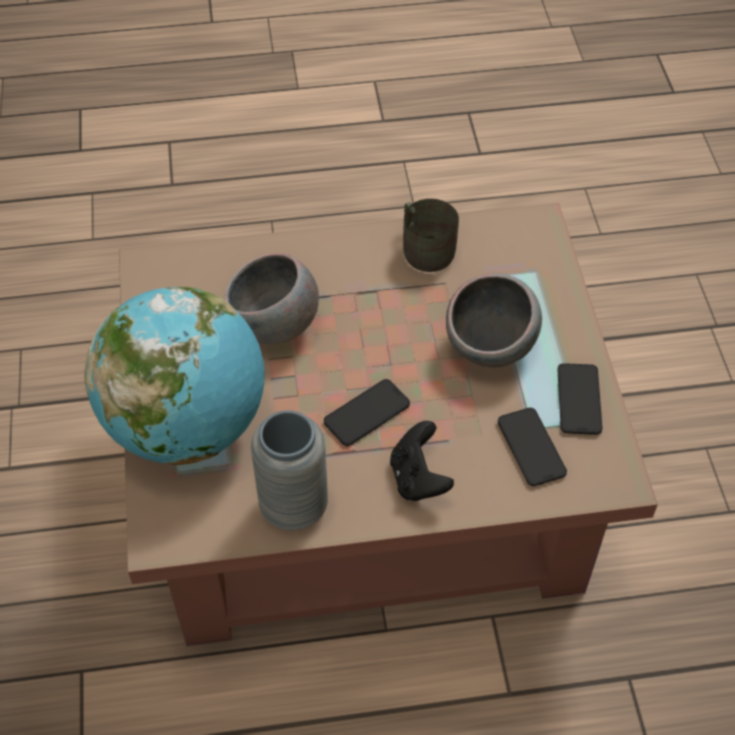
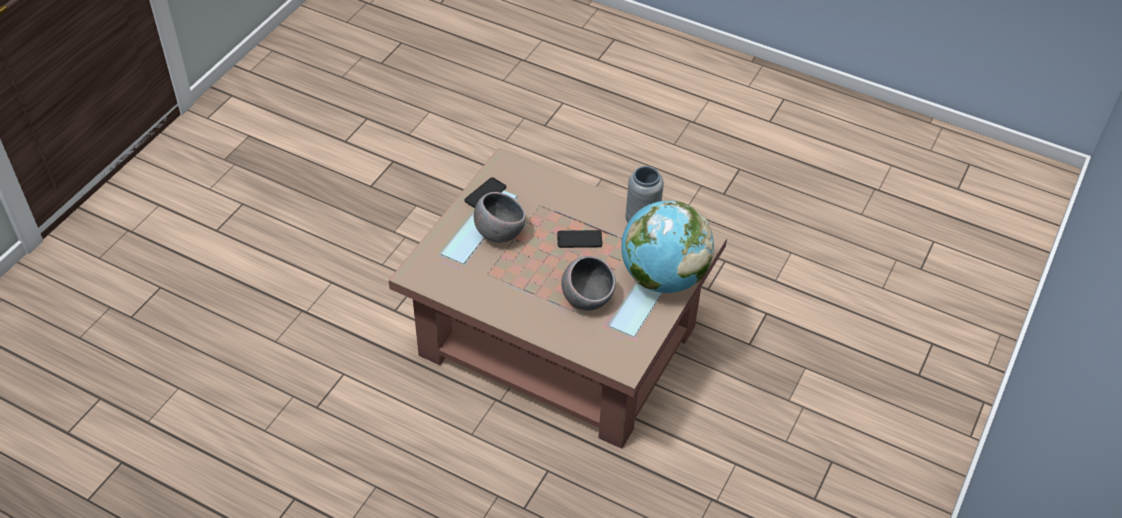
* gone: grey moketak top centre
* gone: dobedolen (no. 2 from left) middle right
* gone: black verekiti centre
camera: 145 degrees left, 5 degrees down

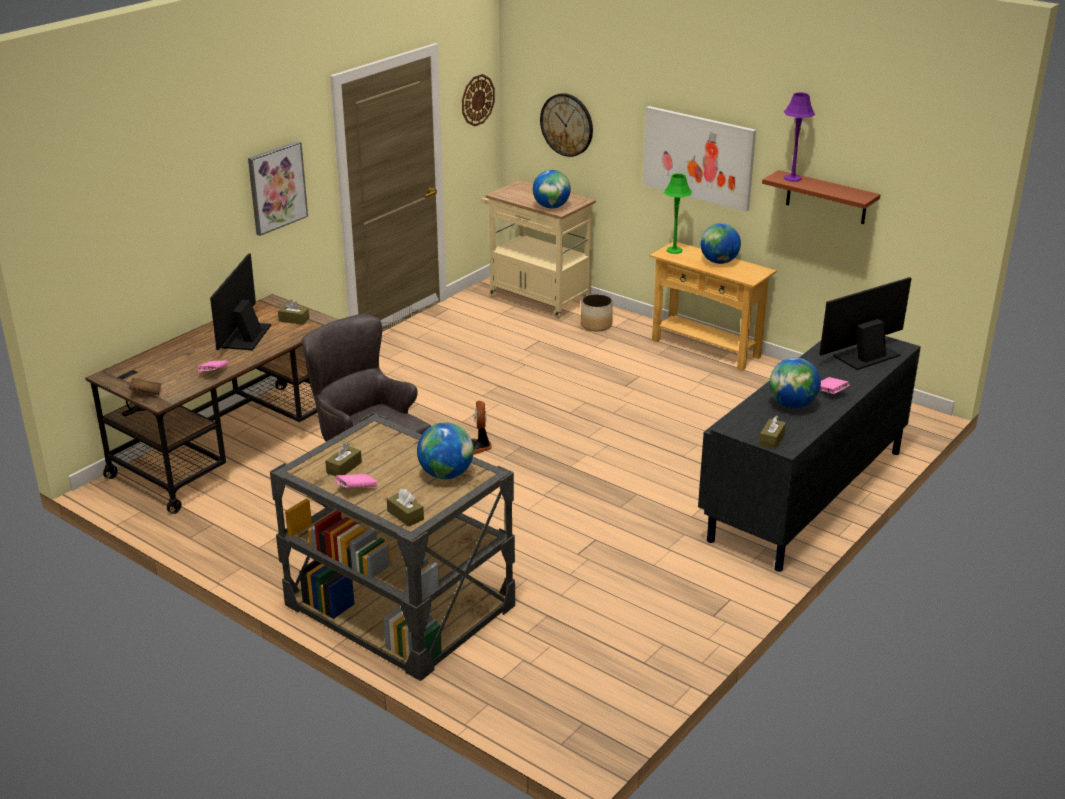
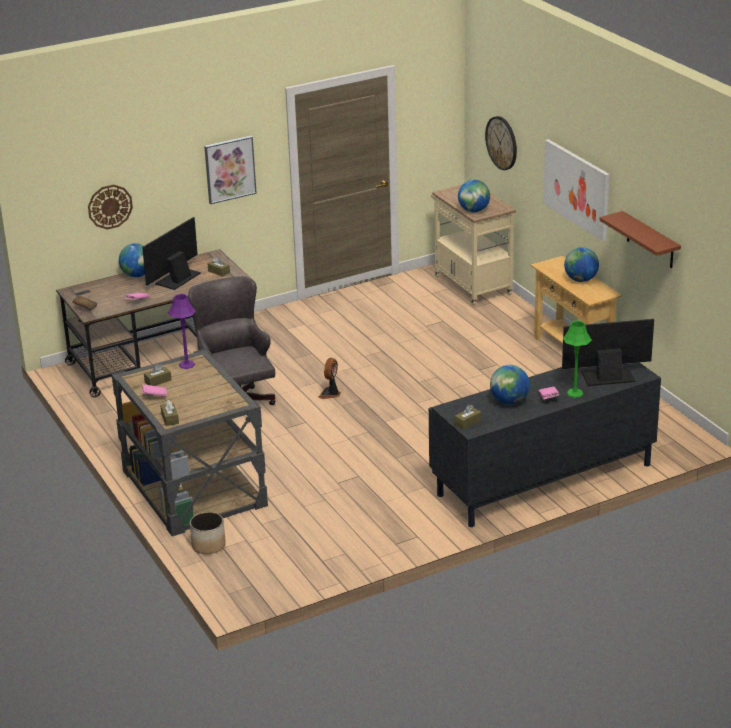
* shifted: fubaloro (no. 1 from left) top centre to top left
* shifted: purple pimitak top right to middle left
* shifted: green pimitak top centre to middle right
* shifted: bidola centre to bottom left
* shifted: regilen (no. 1 from left) centre to middle left
camera: 25 degrees right, 0 degrees up

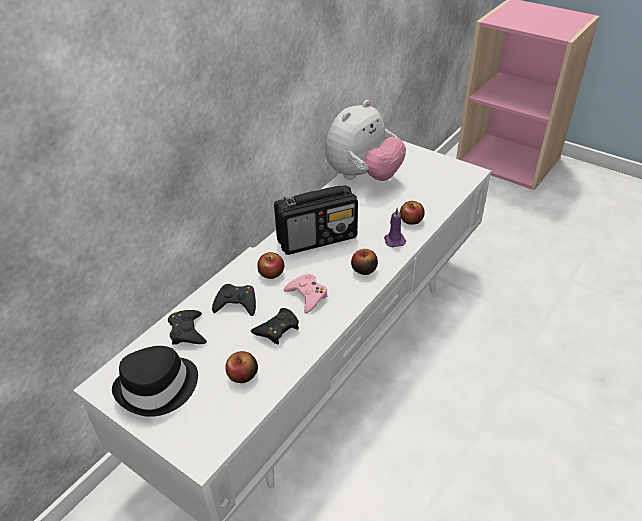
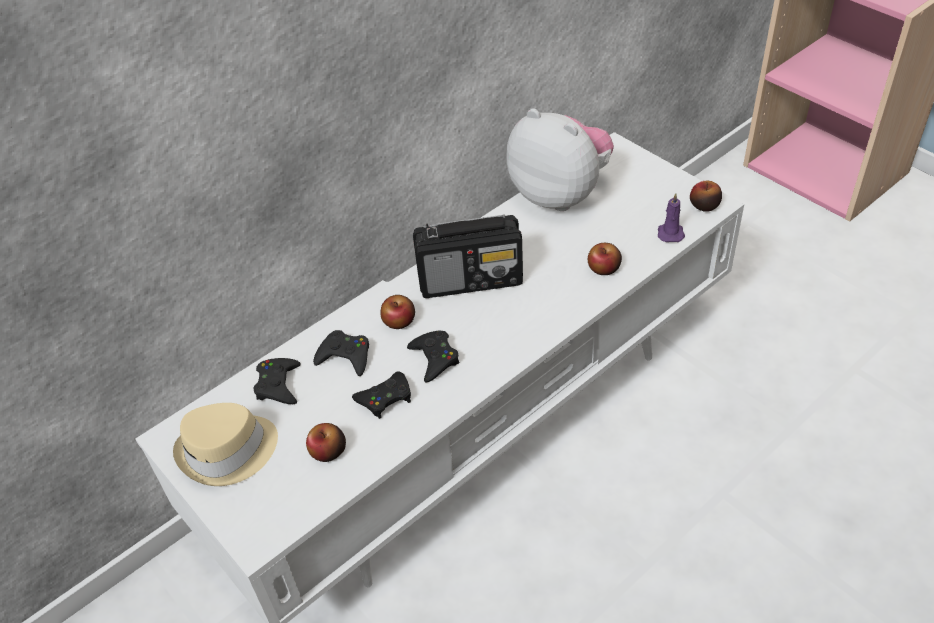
* rotated: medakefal top centre = top centre 105 degrees counterclockwise
* shifted: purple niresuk centre to middle right
* shifted: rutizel (no. 3 from left in the first image) centre to rutizel (no. 4 from left) top right
* repainted: pink verekiti centre to black verekiti (no. 4 from left) centre
* repainted: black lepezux bottom left to beige lepezux bottom left
camera: 15 degrees right, 5 degrees up

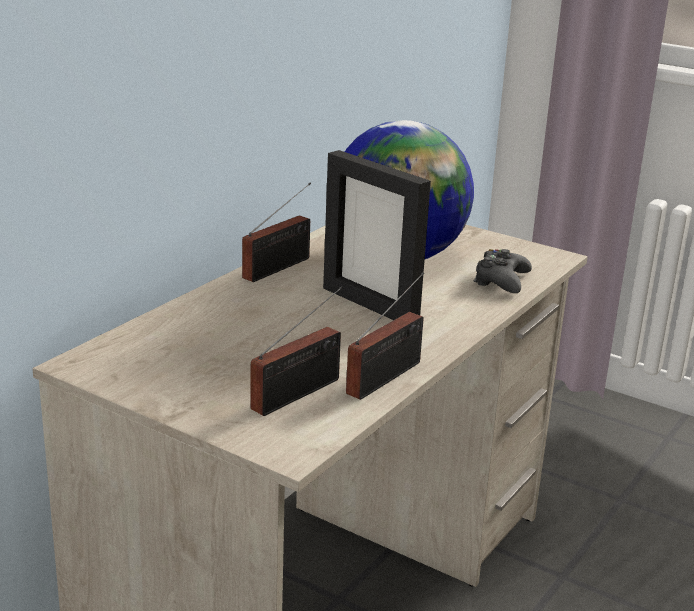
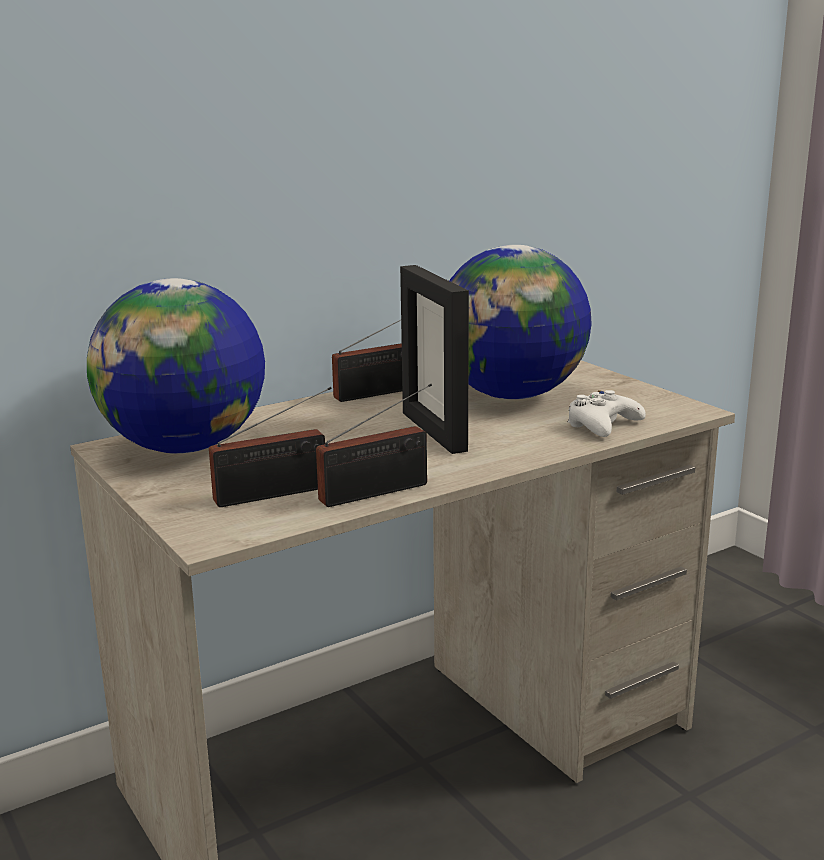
* repainted: black verekiti middle right to white verekiti middle right
* new: regilen (no. 1 from left) middle left
camera: 25 degrees right, 5 degrees down

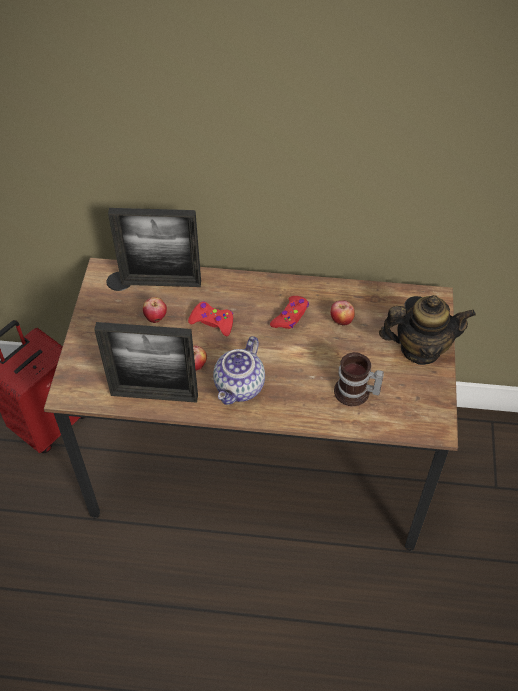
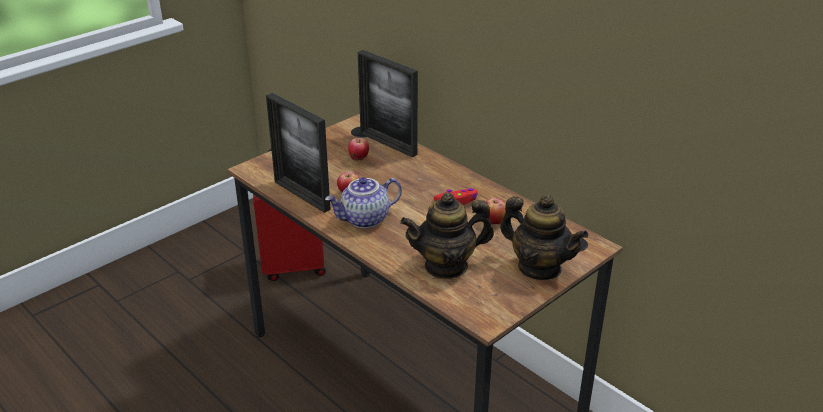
* gone: red verekiti (no. 1 from left) centre
* swapped: moketak middle right to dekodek (no. 2 from left) centre
camera: 40 degrees right, 20 degrees down

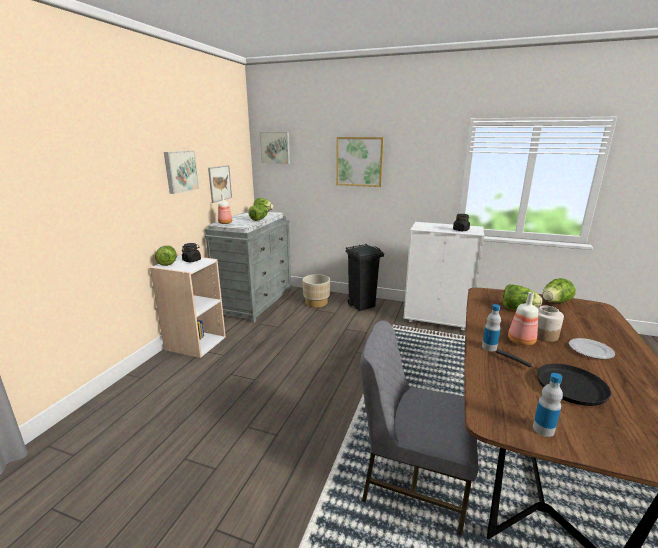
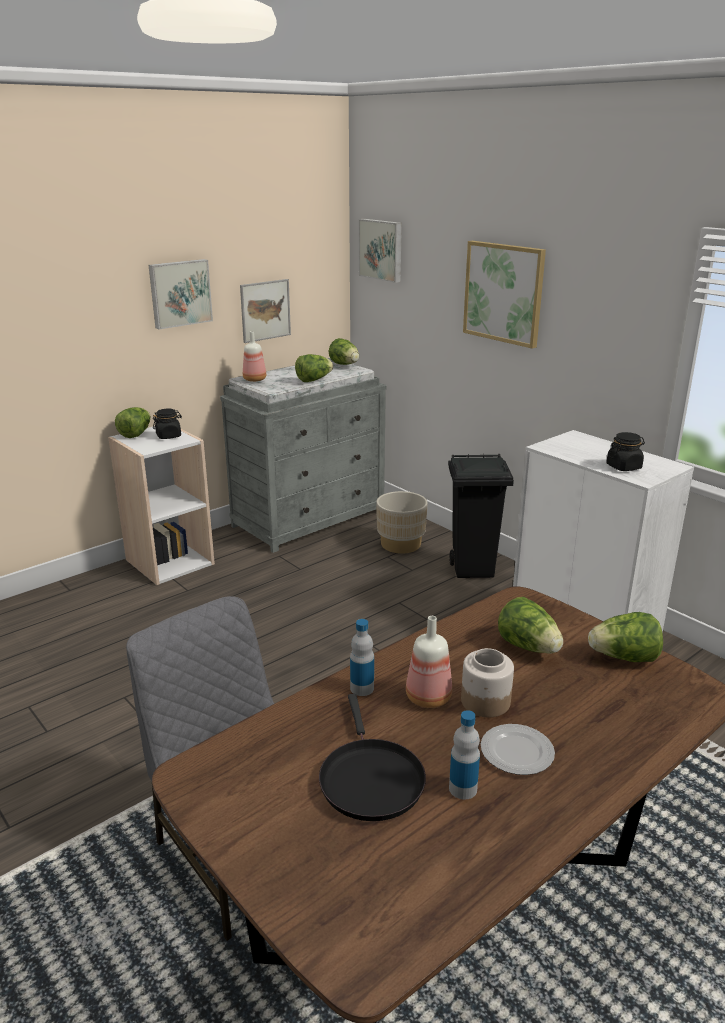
* shifted: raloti (no. 4 from left) bottom right to bottom centre
camera: 30 degrees right, 5 degrees up

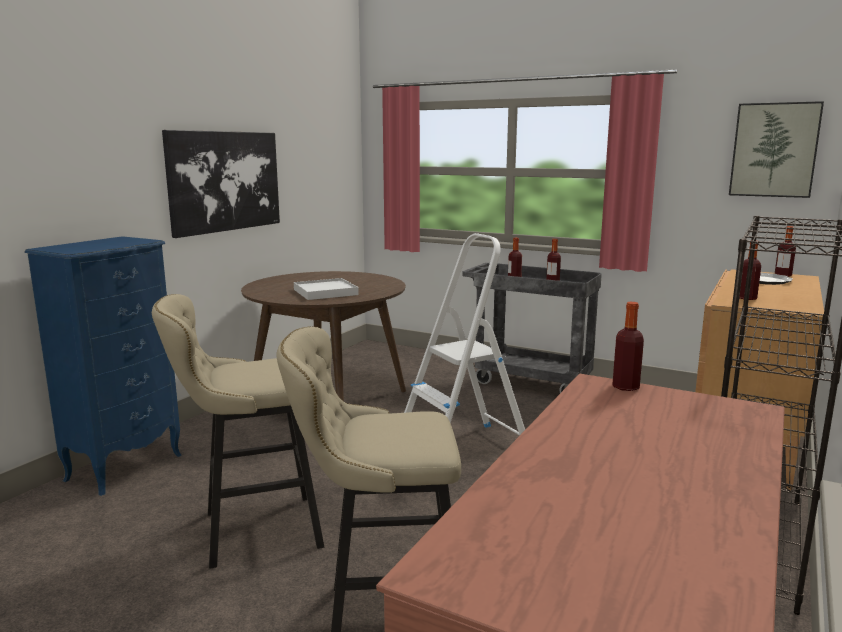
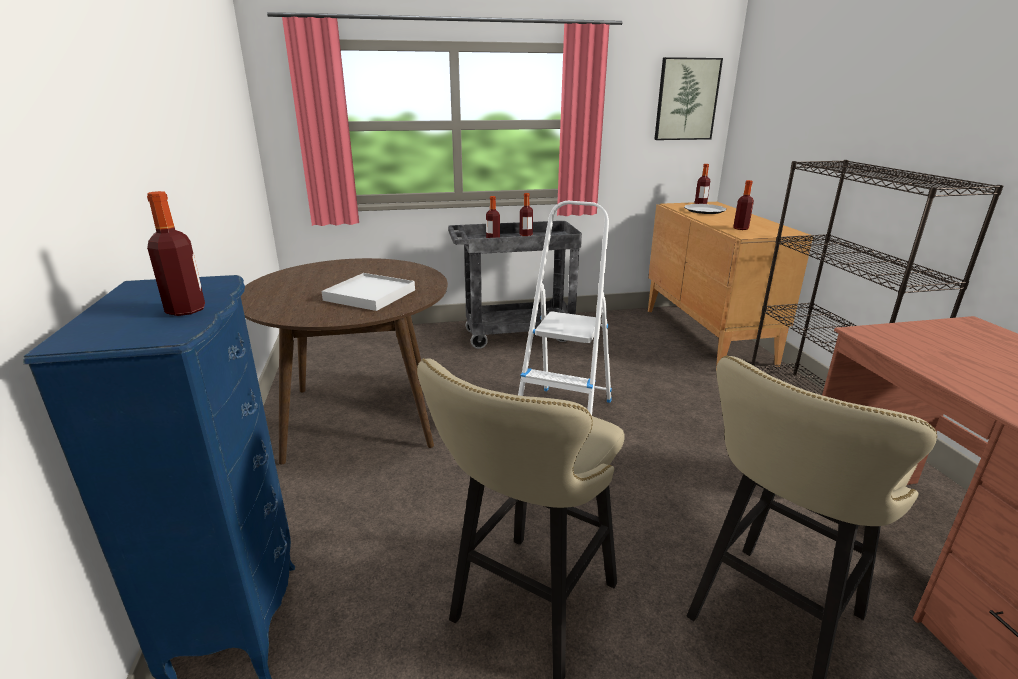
* gone: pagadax (no. 1 from left) top left
* shifted: raloti (no. 3 from left in the first image) middle right to raloti (no. 1 from left) middle left
camera: 40 degrees left, 10 degrees up

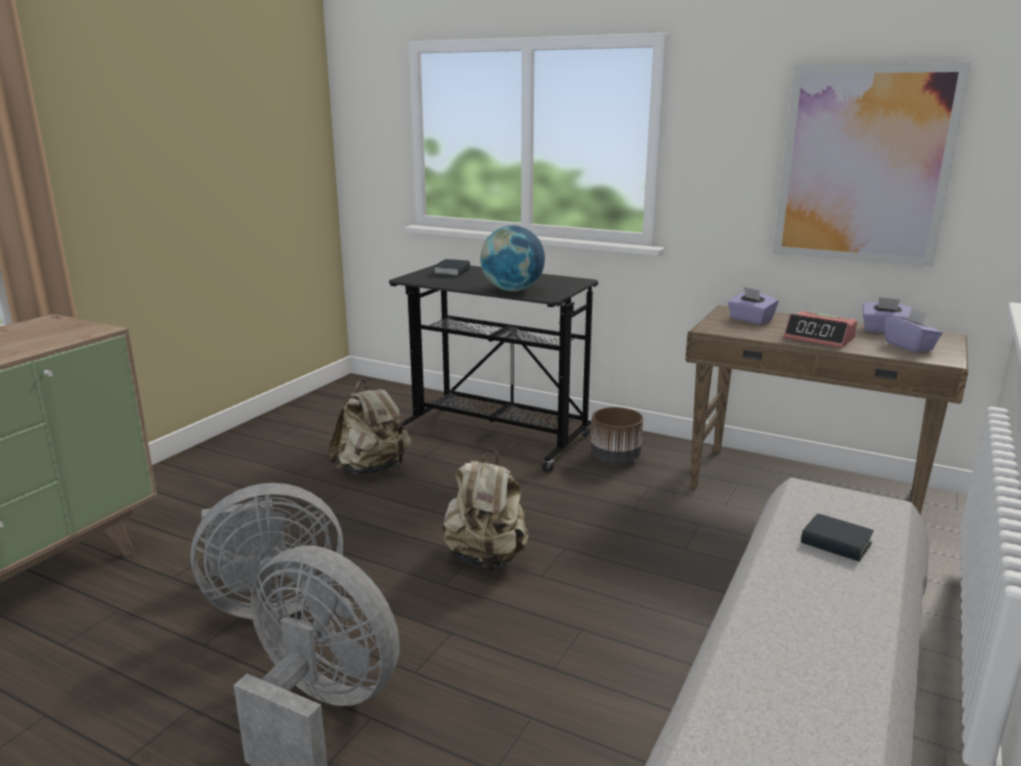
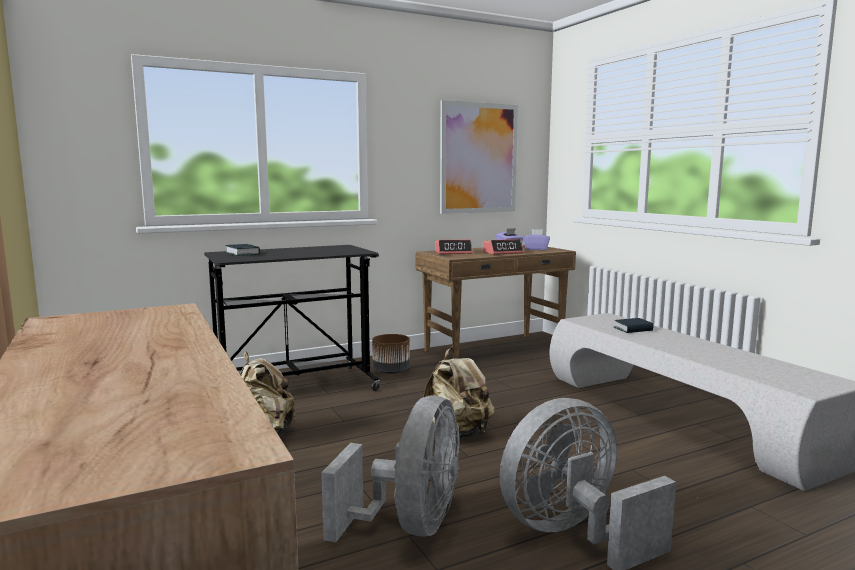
* gone: regilen centre
* swapped: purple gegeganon (no. 1 from left) middle right to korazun (no. 1 from left) centre
camera: 55 degrees left, 10 degrees down

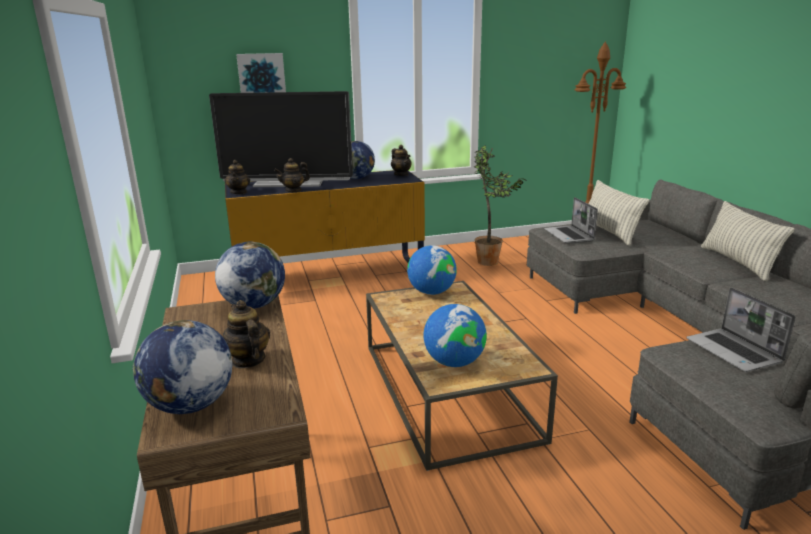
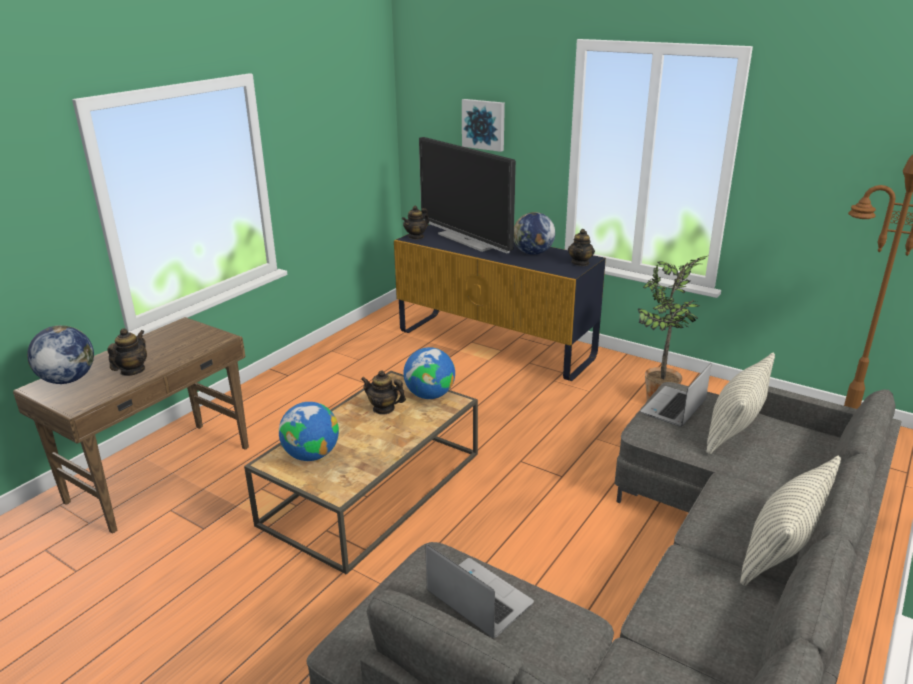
* shifted: dekodek (no. 3 from left in the first image) top centre to dekodek (no. 2 from left) centre
* gone: regilen (no. 2 from left) middle left
* rotated: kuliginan (no. 2 from left in the first image) middle right = bottom centre 105 degrees clockwise
camera: 50 degrees right, 5 degrees up

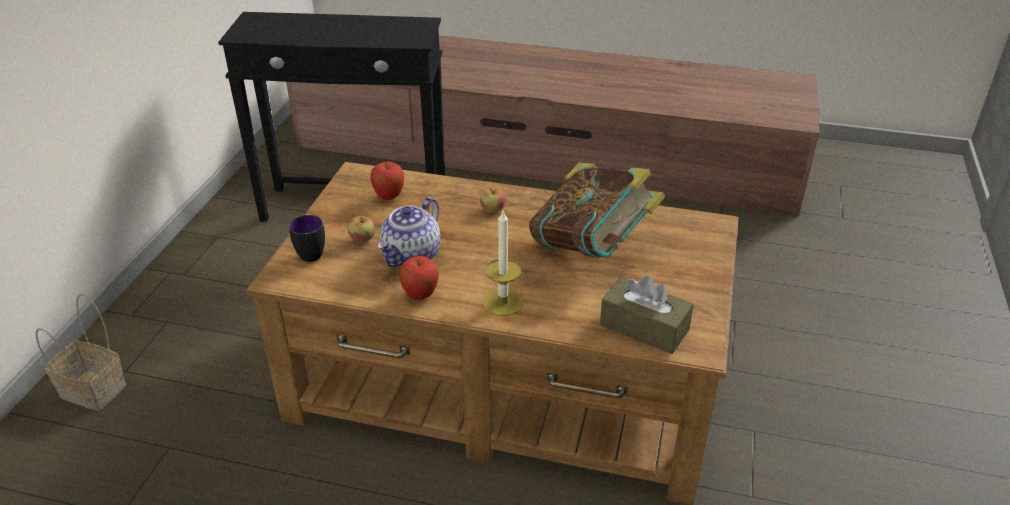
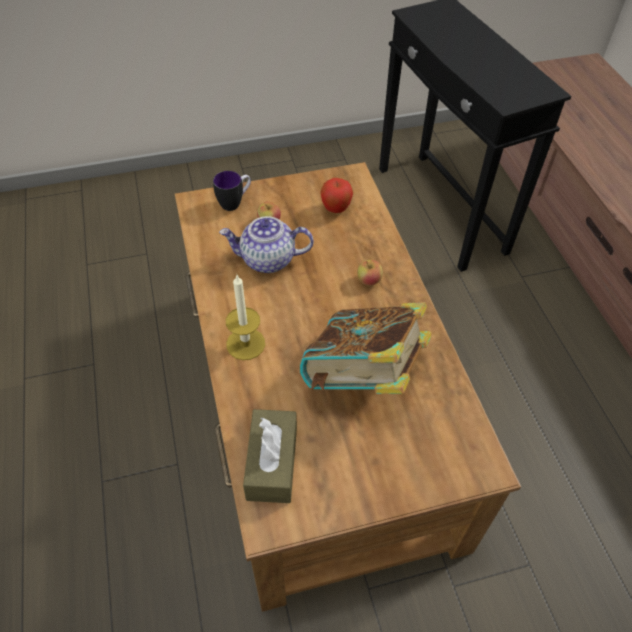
* gone: rutizel (no. 3 from left) centre
* gone: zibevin bottom left
camera: 60 degrees right, 15 degrees up

